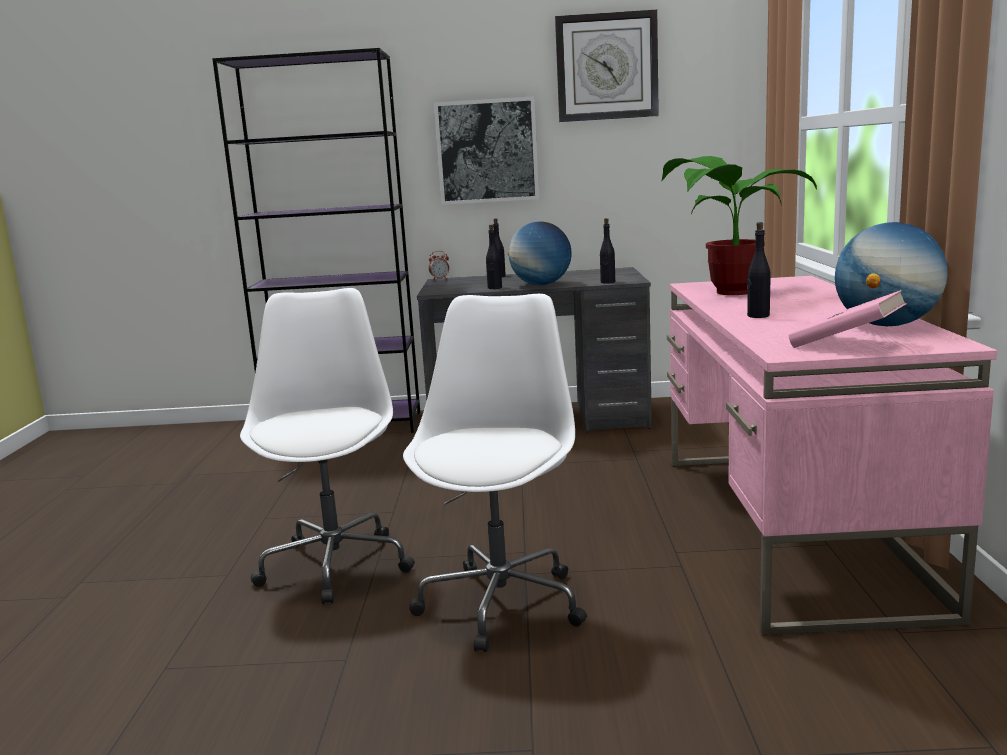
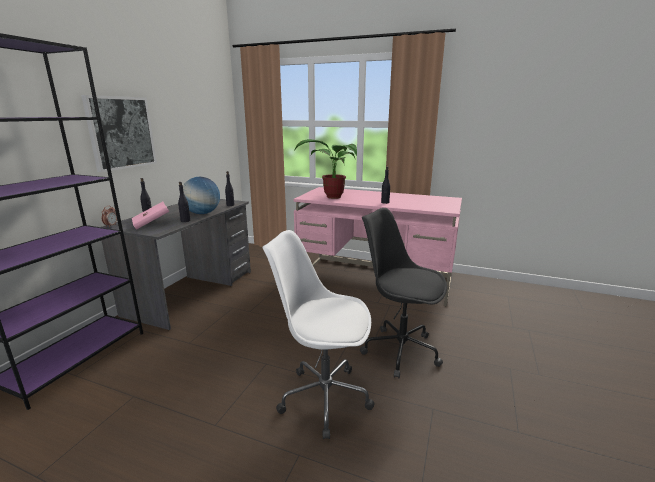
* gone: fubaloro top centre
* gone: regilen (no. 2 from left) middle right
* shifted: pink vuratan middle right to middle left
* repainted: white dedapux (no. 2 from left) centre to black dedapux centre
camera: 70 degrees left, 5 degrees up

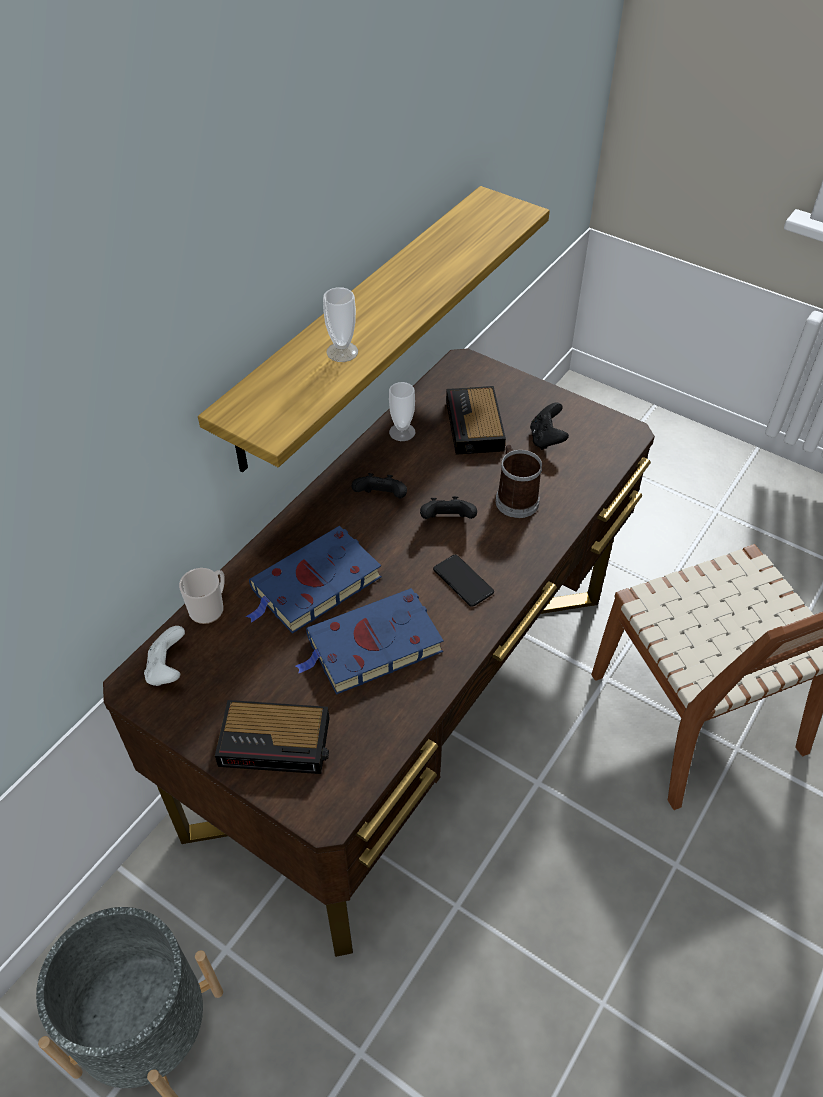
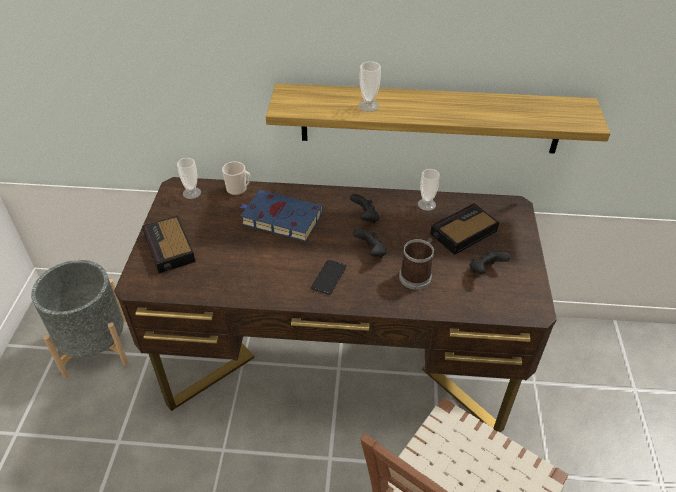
* gone: blue vuratan (no. 2 from left) centre
* swapped: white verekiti middle left to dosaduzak (no. 1 from left) middle left
camera: 60 degrees right, 5 degrees down

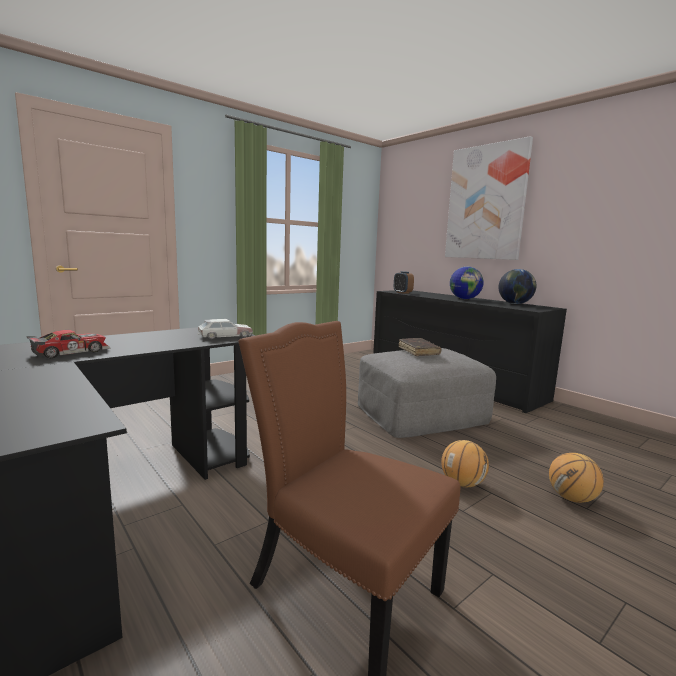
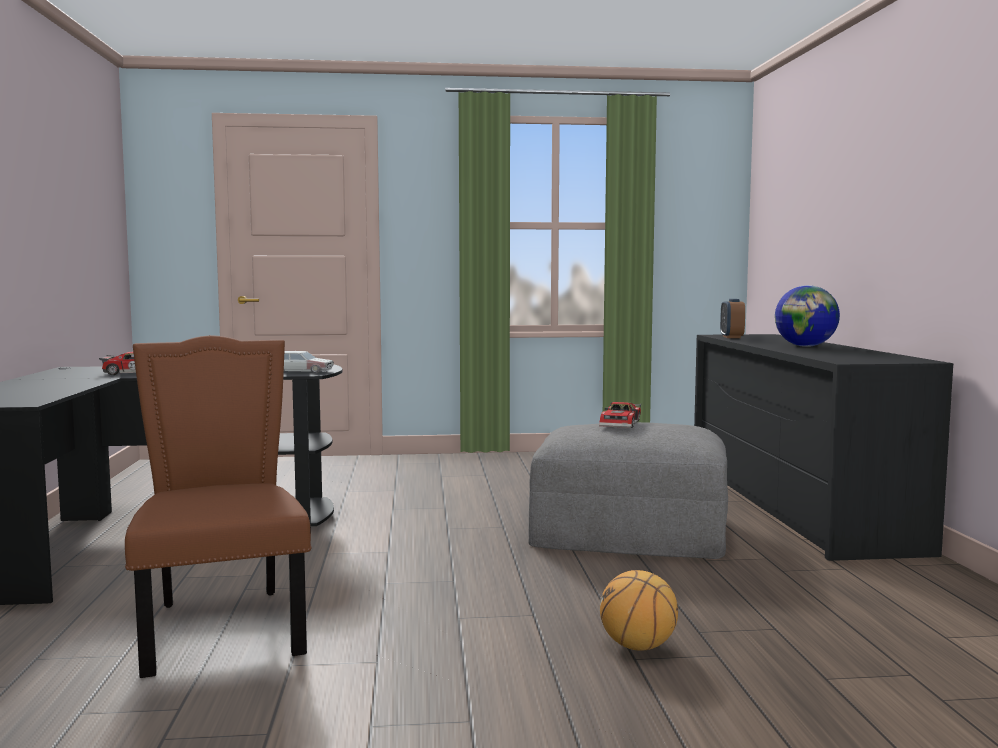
* gone: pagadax top right
* gone: regilen (no. 2 from left) middle right
* swapped: brown vuratan centre to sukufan (no. 3 from left) centre
* gone: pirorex (no. 1 from left) bottom right
camera: 35 degrees right, 5 degrees down

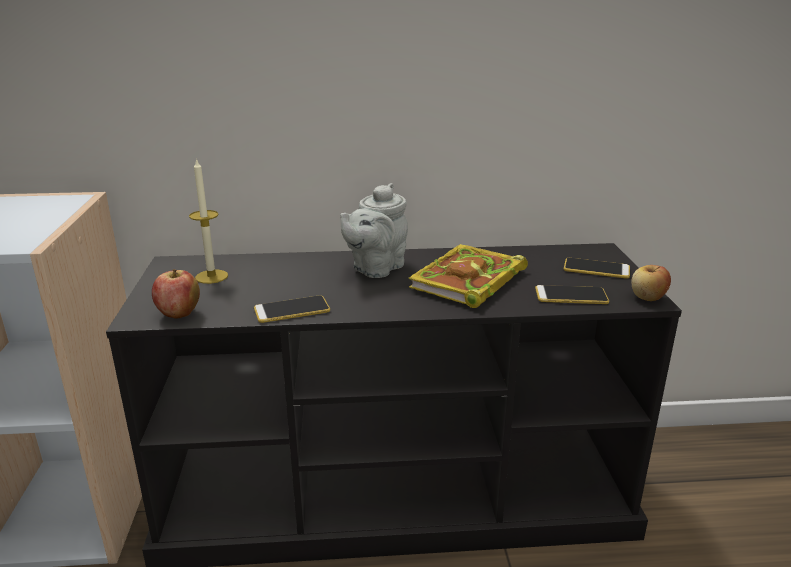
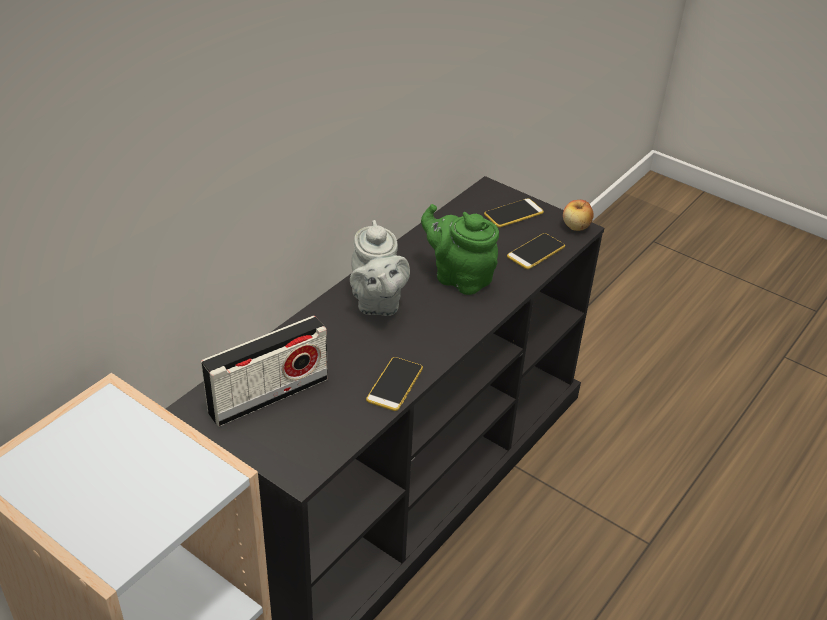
* swapped: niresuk middle left to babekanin middle left
* swapped: vuratan centre to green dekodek centre
* gone: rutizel (no. 1 from left) middle left
camera: 50 degrees left, 15 degrees up

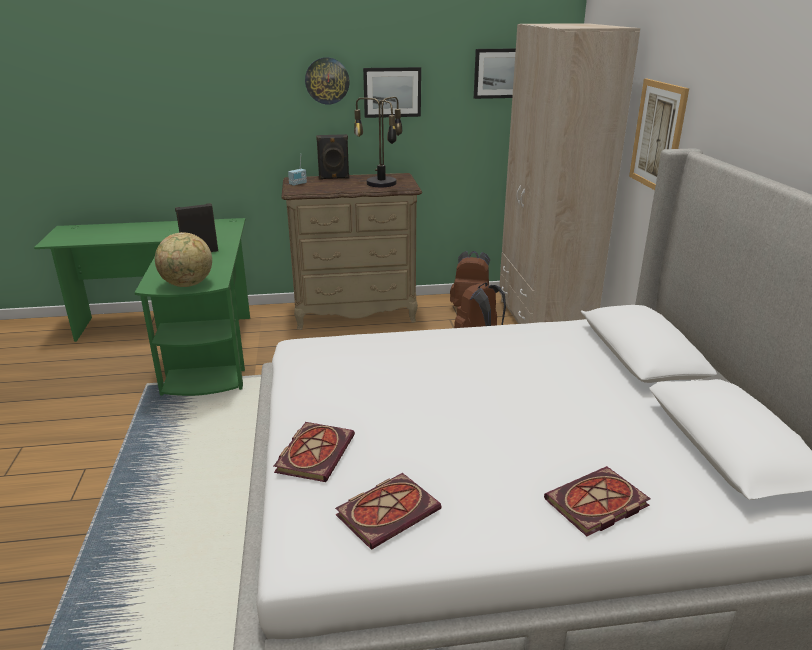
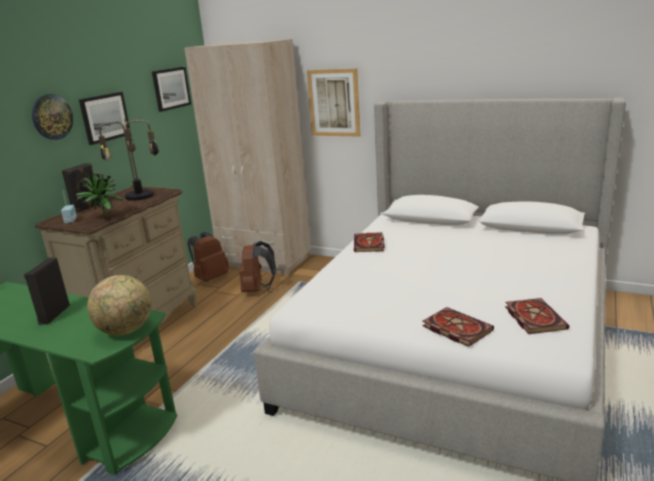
* shifted: vuratan (no. 3 from left in the first image) bottom right to vuratan (no. 1 from left) centre
* new: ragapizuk middle left
camera: 55 degrees left, 5 degrees down

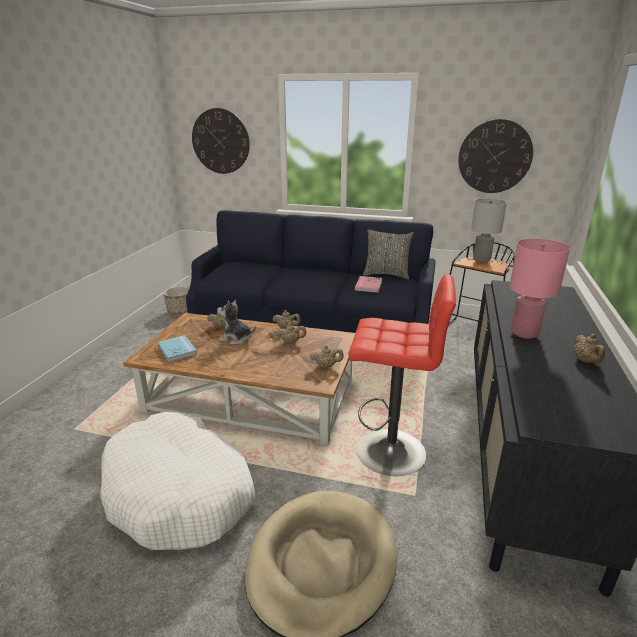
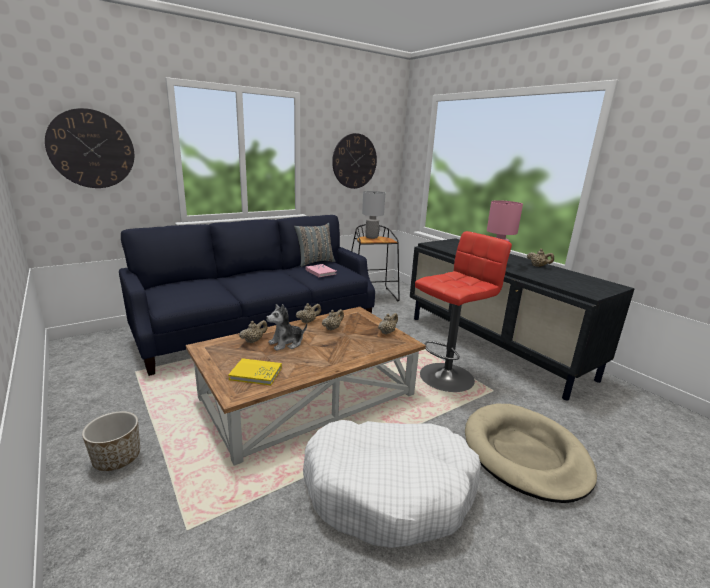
* shifted: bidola middle left to bottom left
* repainted: blue vuratan middle left to yellow vuratan centre
camera: 50 degrees left, 5 degrees down

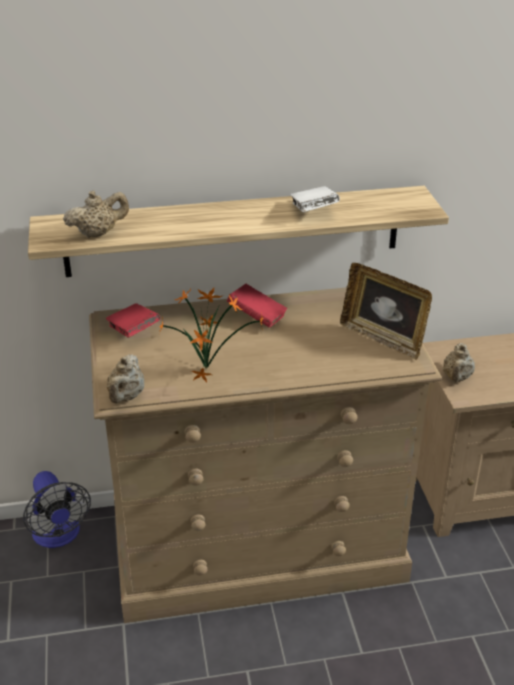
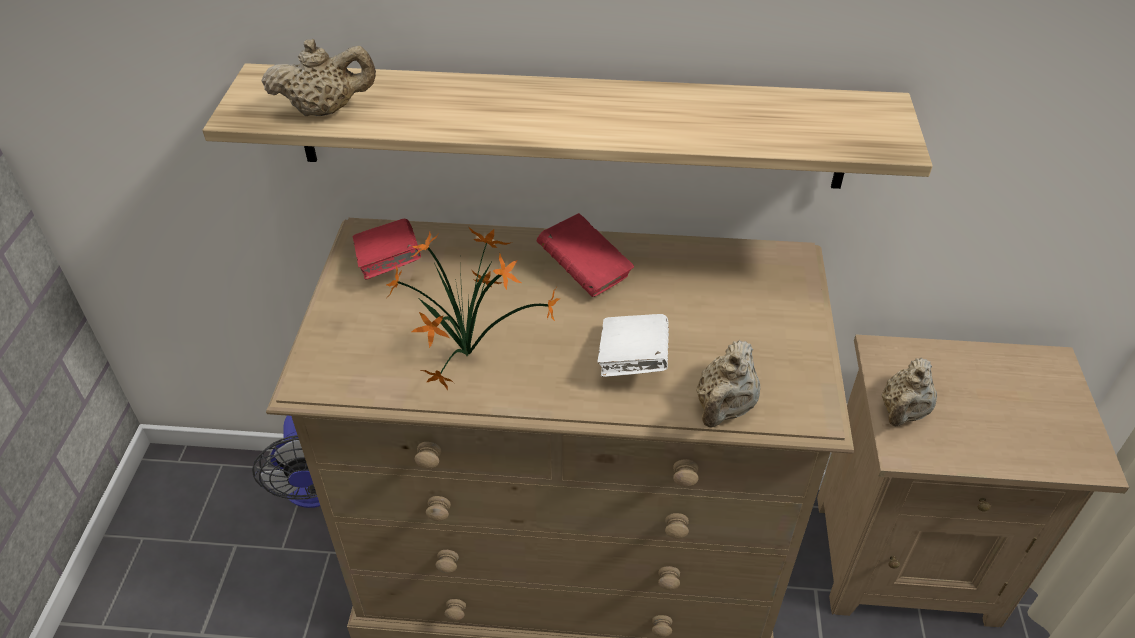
* shifted: white vuratan top centre to centre
* gone: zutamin middle right
* shifted: beige dekodek (no. 2 from left) middle left to centre
camera: 15 degrees right, 10 degrees up

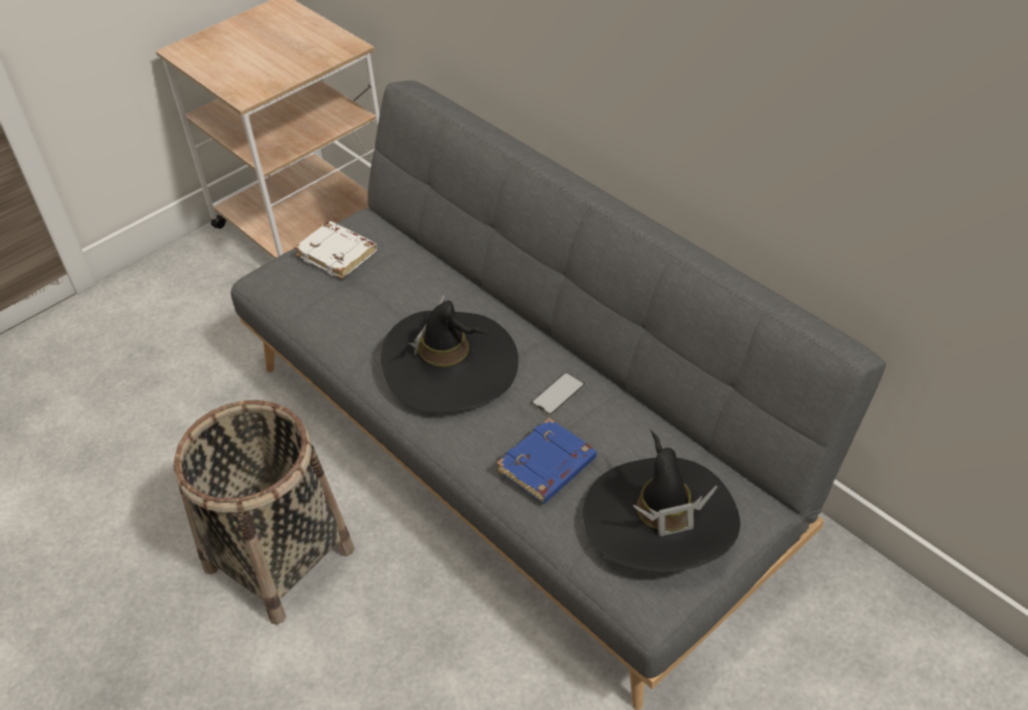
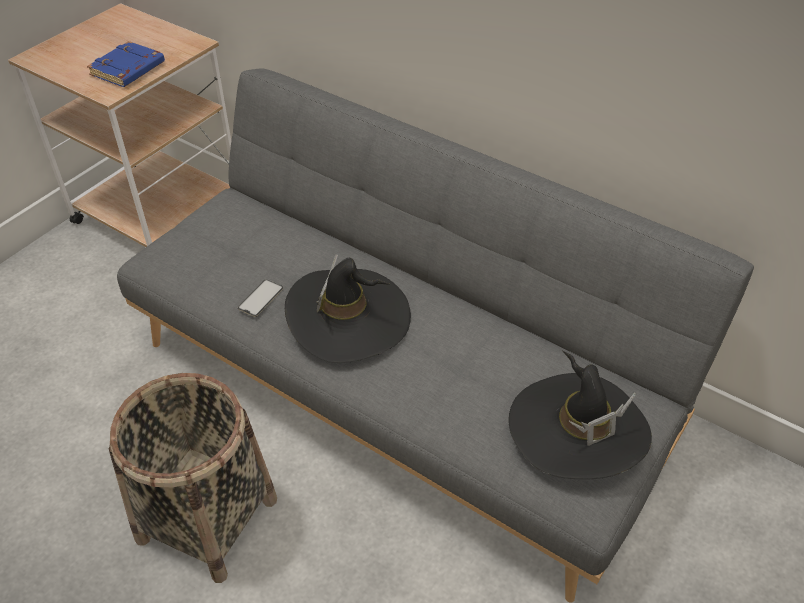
* gone: white vuratan middle left
* shifted: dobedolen centre to middle left
* shifted: blue vuratan centre to top left
camera: 15 degrees left, 0 degrees up

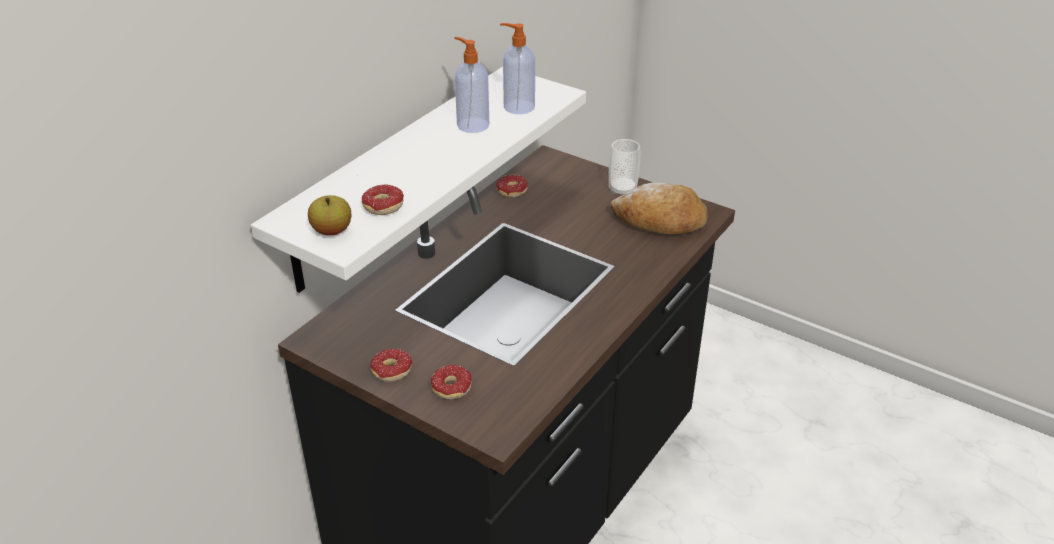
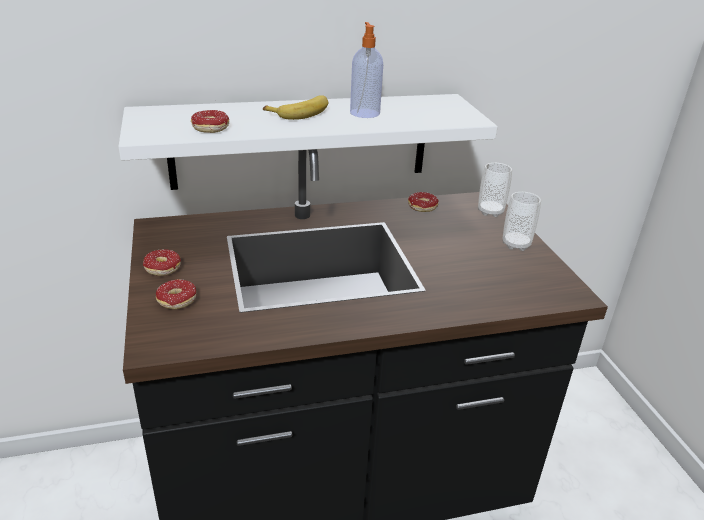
* gone: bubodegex (no. 2 from left) top centre
* gone: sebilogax centre
* gone: rutizel middle left
* new: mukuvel top centre
* new: dosaduzak (no. 1 from left) middle right
camera: 40 degrees right, 5 degrees down

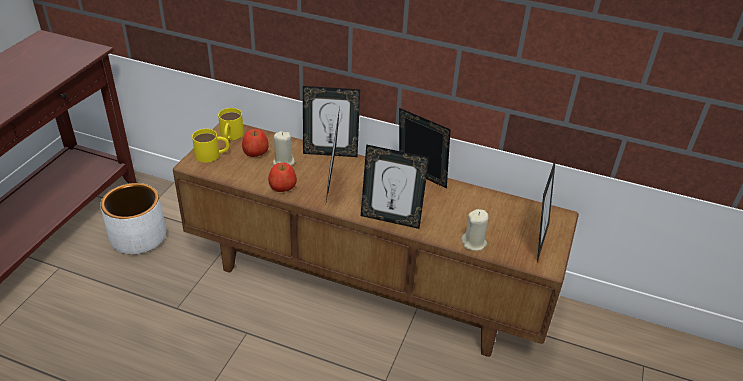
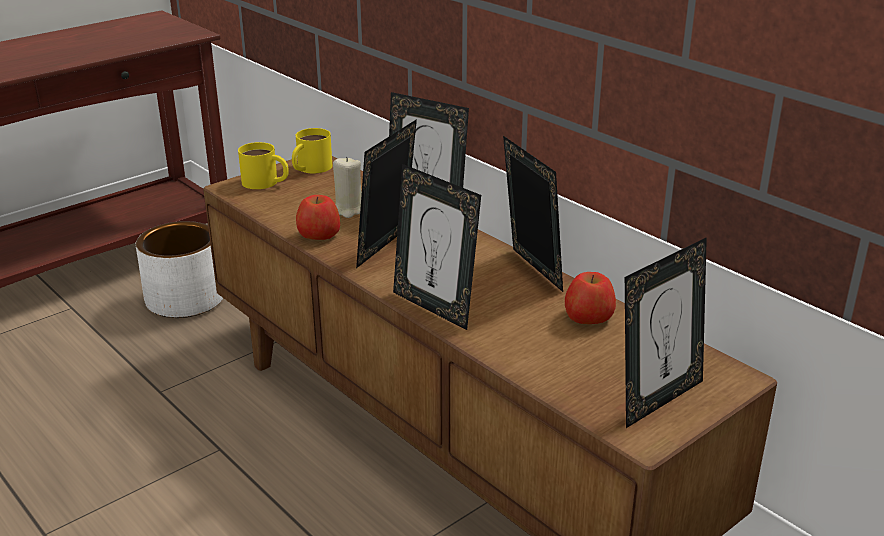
* shifted: rutizel (no. 1 from left in the first image) centre to rutizel (no. 2 from left) middle right
* gone: beige niresuk (no. 2 from left) centre
camera: 30 degrees right, 10 degrees down

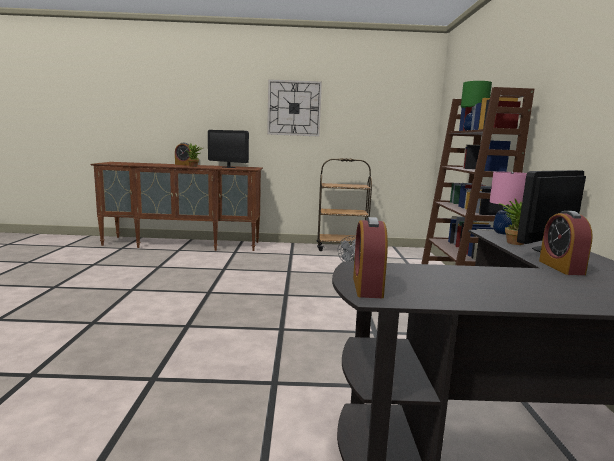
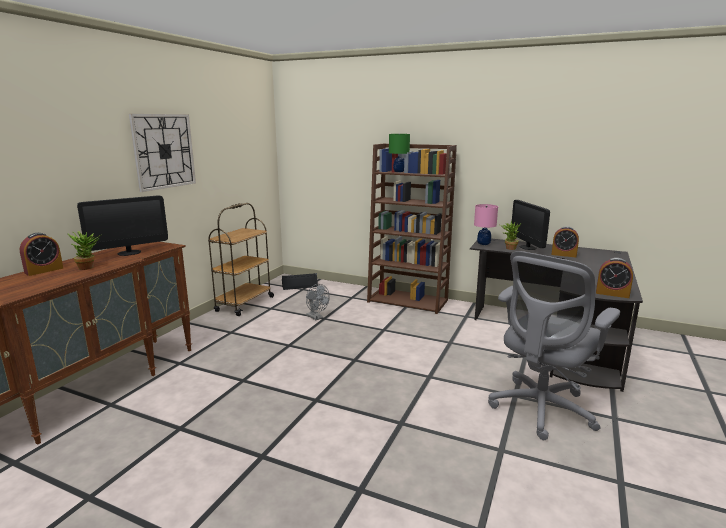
* new: grey dedapux middle right
* new: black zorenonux centre
camera: 65 degrees left, 5 degrees up

